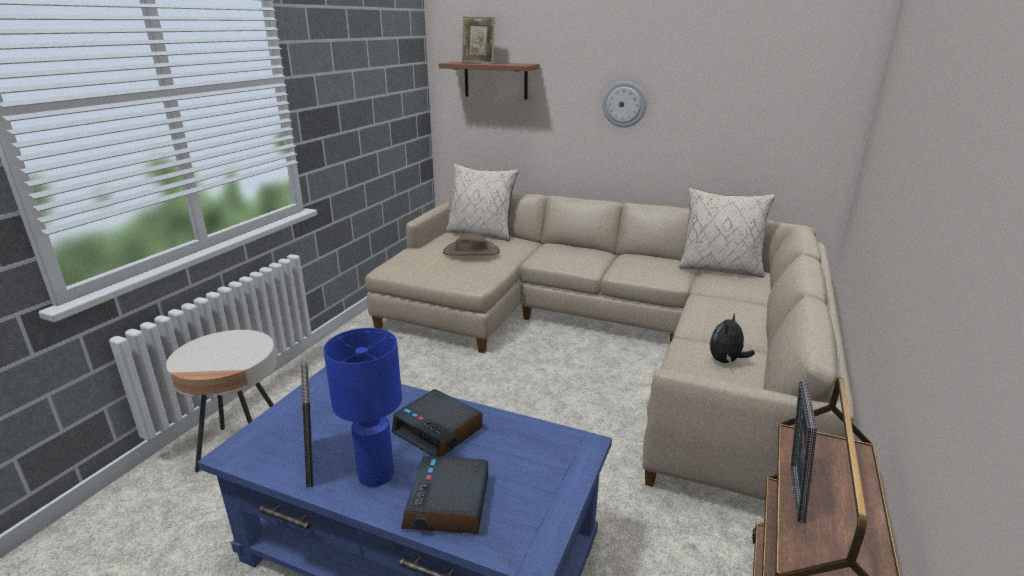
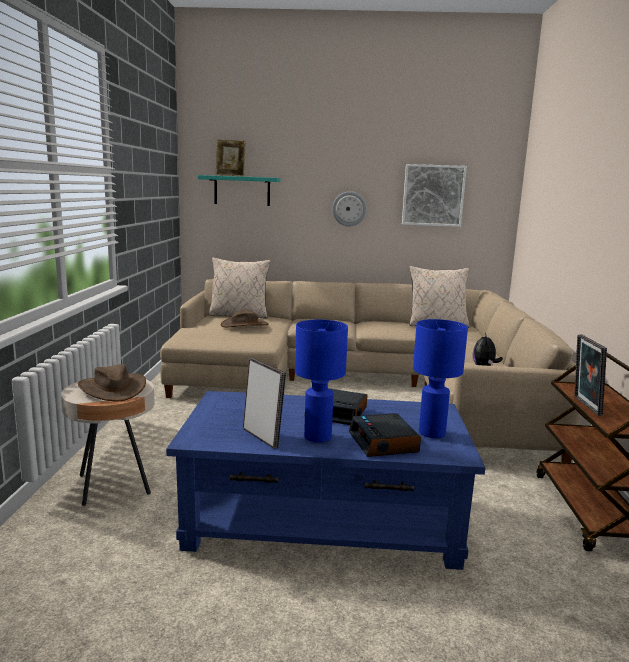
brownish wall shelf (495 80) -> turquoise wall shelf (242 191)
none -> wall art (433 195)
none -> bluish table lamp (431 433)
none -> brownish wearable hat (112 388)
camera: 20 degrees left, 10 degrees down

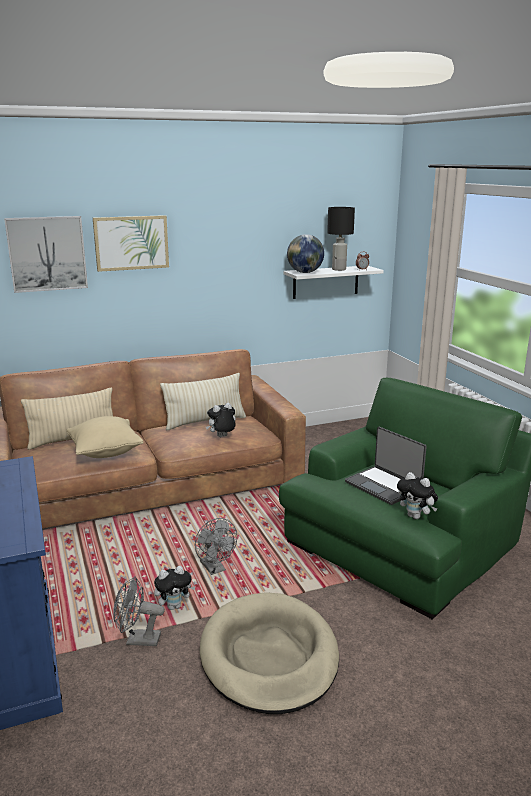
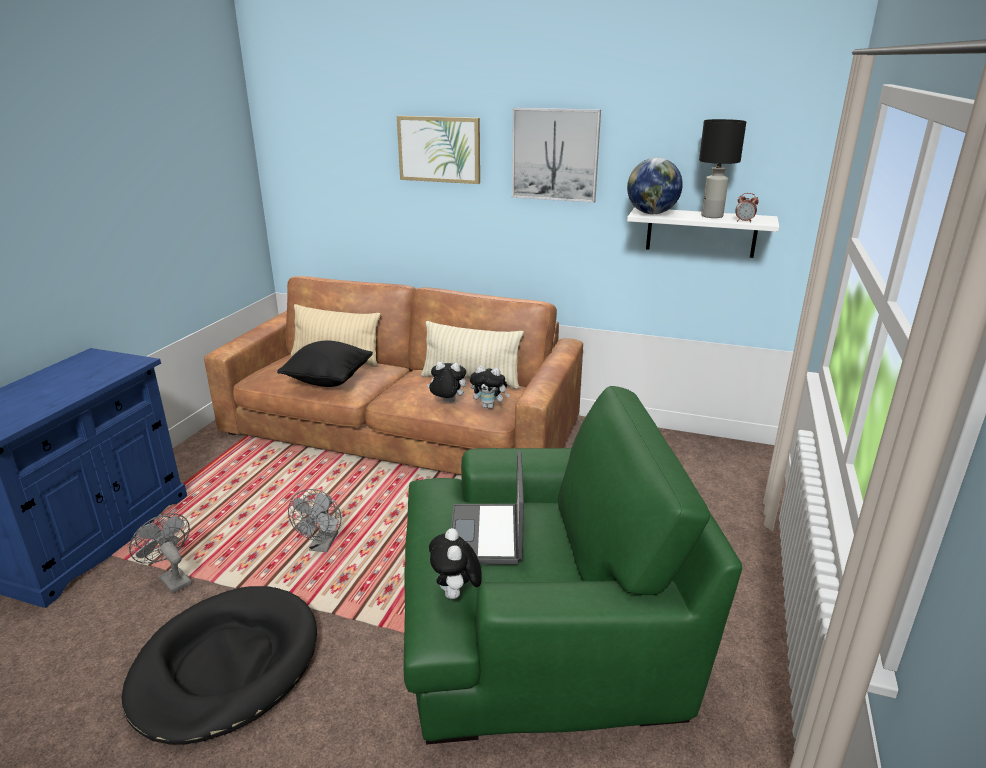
wall art (47 253) -> wall art (555 155), shifted
beige cushion (105 452) -> blackish cushion (328 380)
plush toy (174 606) -> plush toy (489 406), shifted
beige dog bed (269 656) -> blackish dog bed (226 666)
camera: 40 degrees right, 5 degrees up

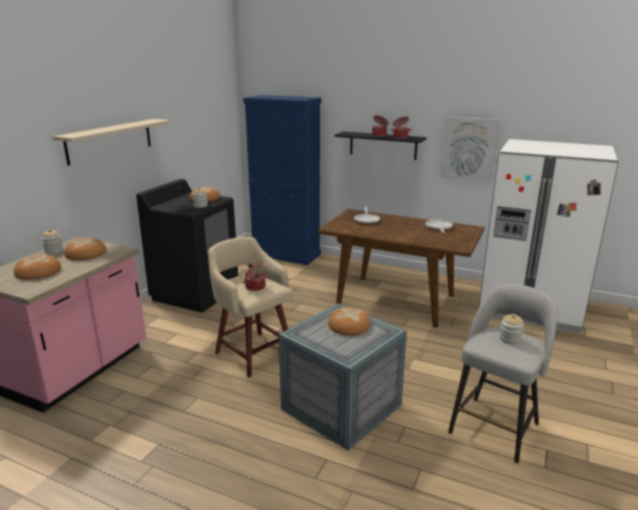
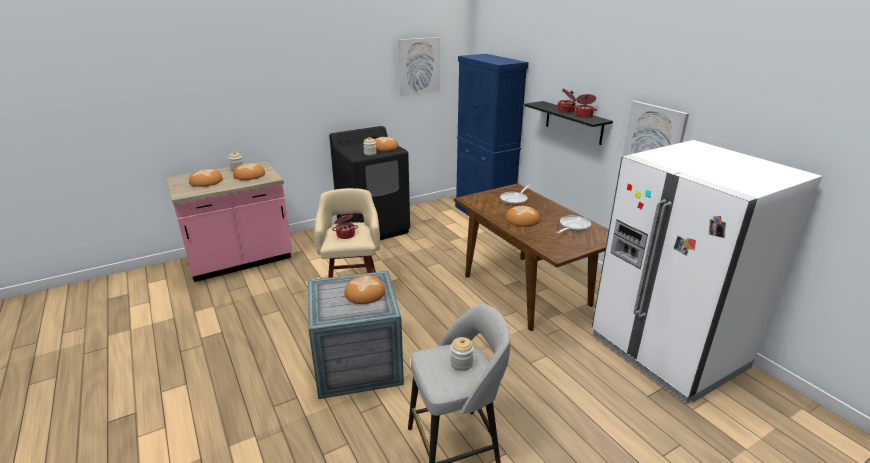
beige wall shelf (110 140) -> none
none -> wall art (419 66)
none -> bakery bread (522 220)
camera: 35 degrees right, 5 degrees up

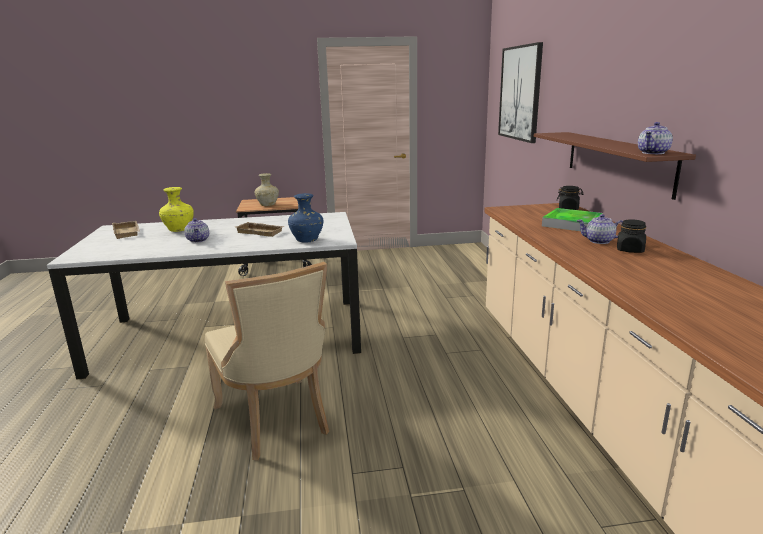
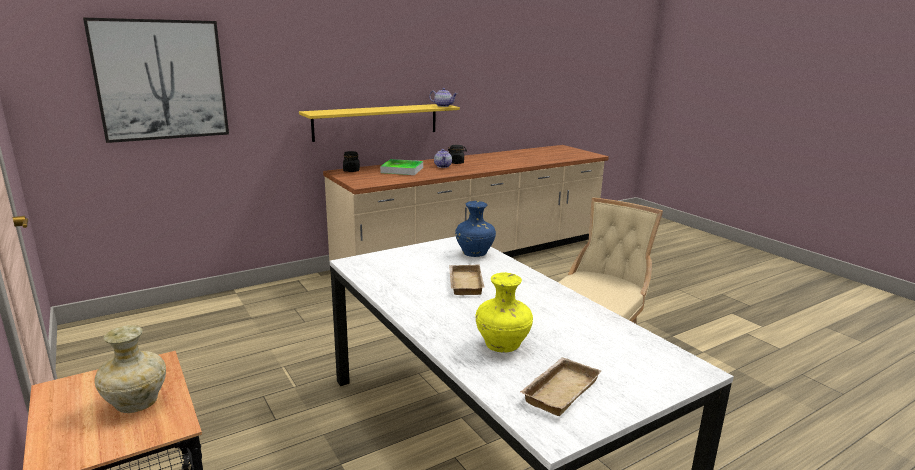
brownish wall shelf (617 161) -> yellowish wall shelf (376 122)
pot for tea (198 240) -> none
camera: 115 degrees left, 0 degrees up

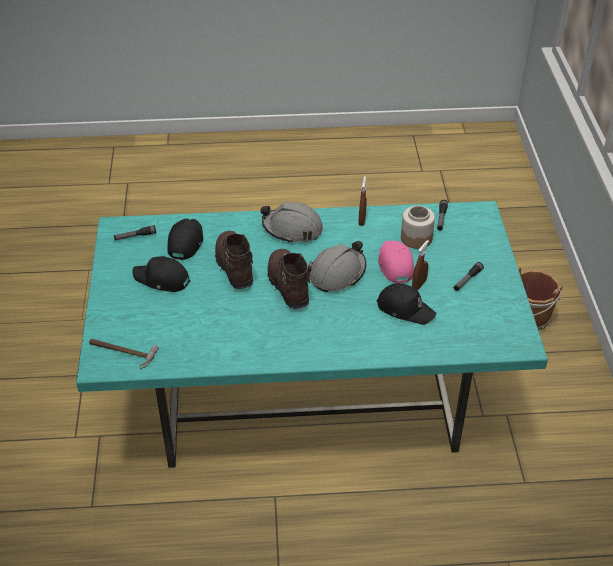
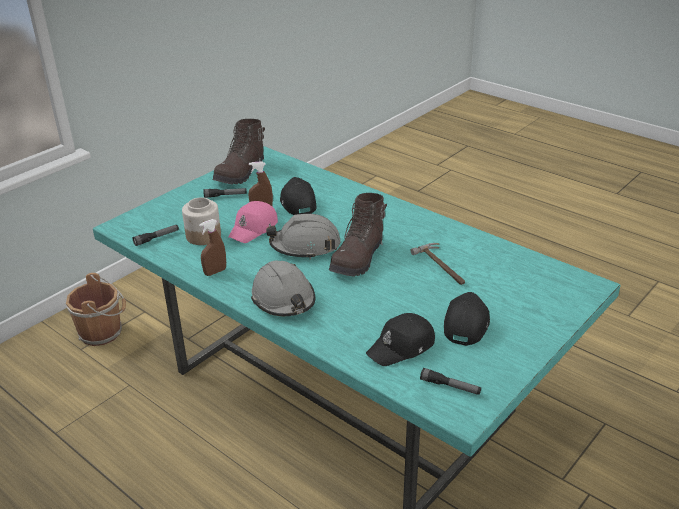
brownish high-top boot (233 267) -> brownish high-top boot (241 173), shifted
blackish cap (162 279) -> blackish cap (465 323), 135 degrees counterclockwise
hand hammer (121 352) -> hand hammer (442 266), shifted
camera: 135 degrees left, 10 degrees down

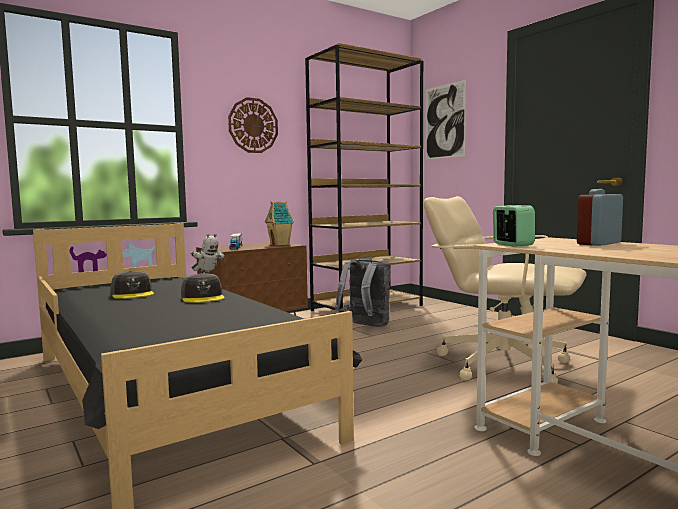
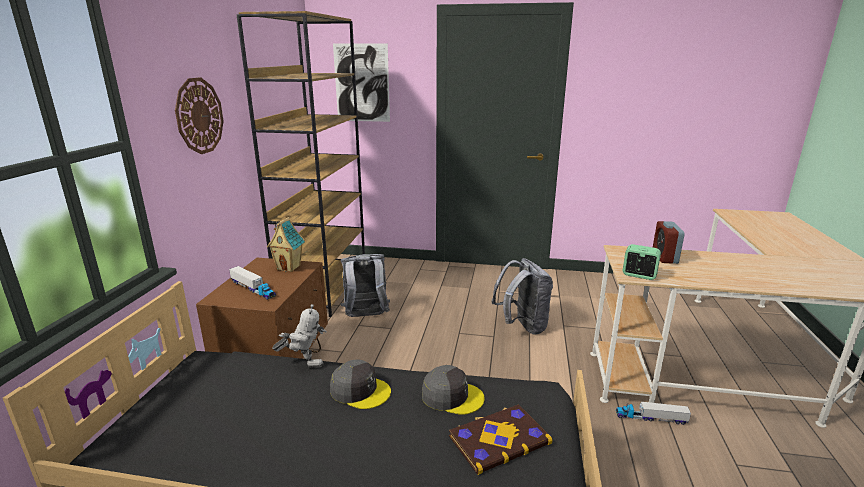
beige desk chair (501 364) -> gray backpack (522 326)
gray cap (132 294) -> gray cap (452 396), shifted
none -> toy lorry (651 418)
none -> volume (498 439)
camera: 45 degrees left, 15 degrees up

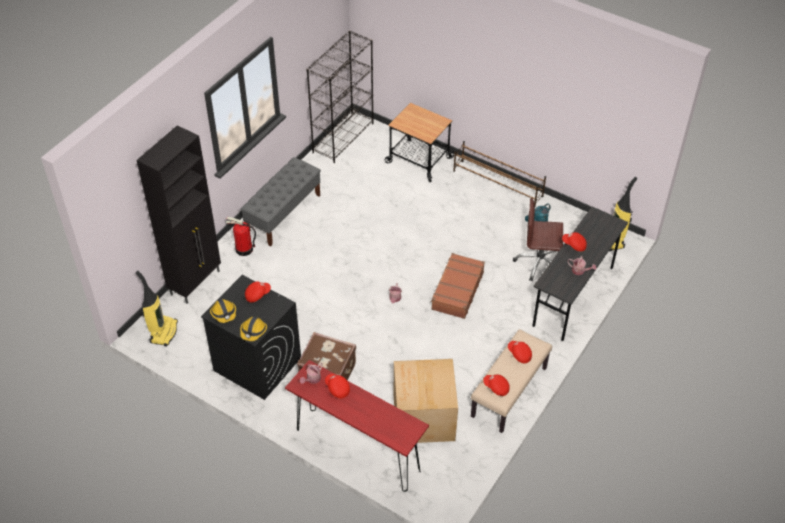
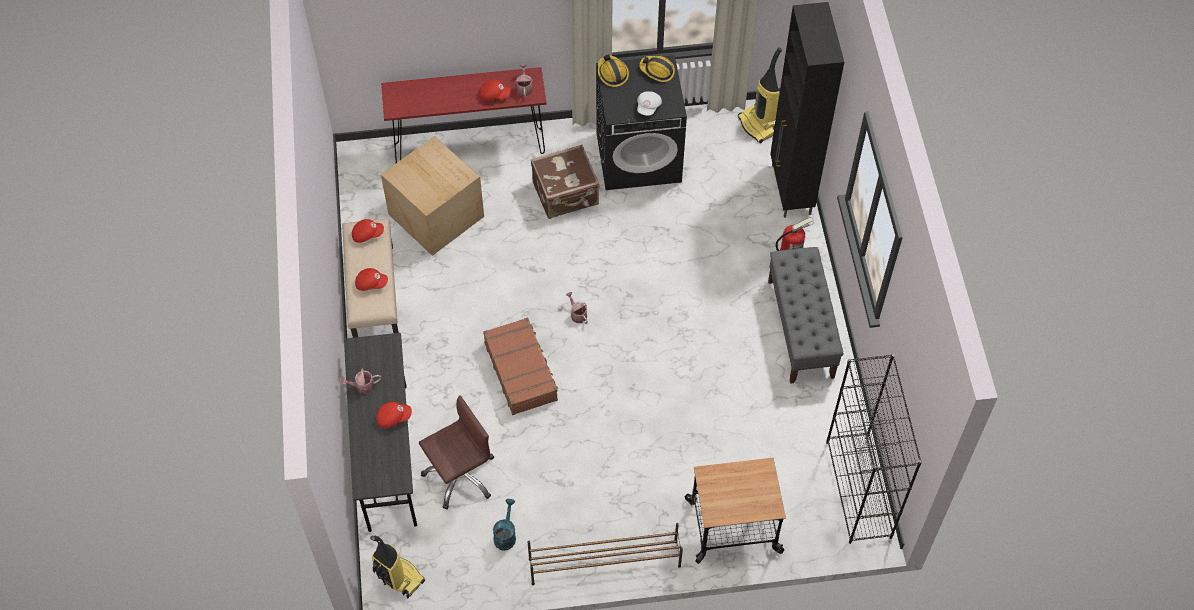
reddish cap (257 294) -> white-coloured cap (648 107)
camera: 140 degrees right, 10 degrees up

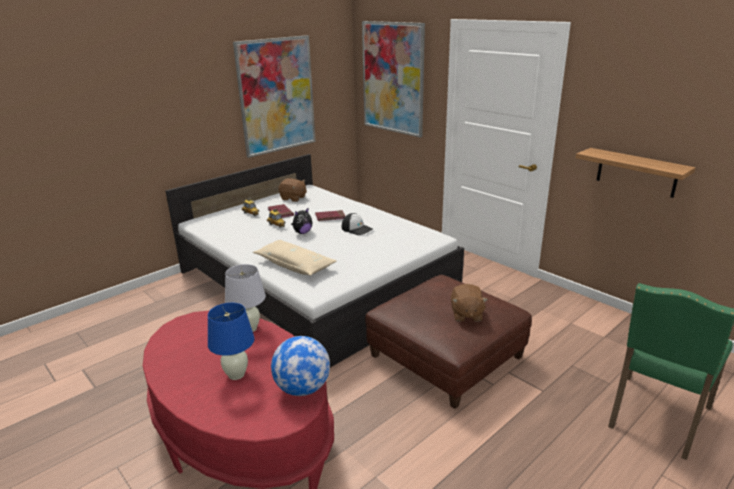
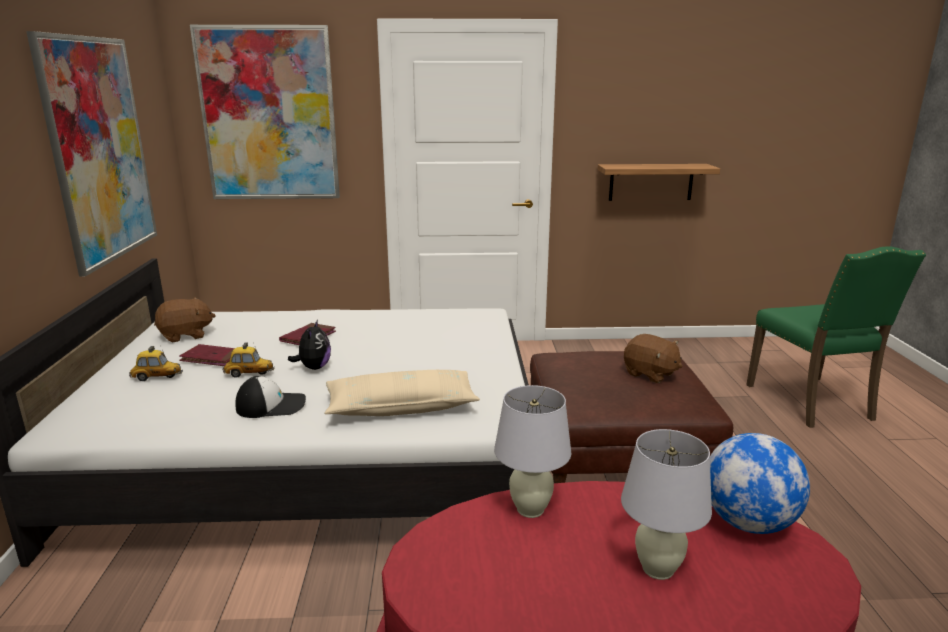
cap (357 229) -> cap (271 405), shifted
bluish table lamp (236 374) -> white-coloured table lamp (657 568)
camera: 50 degrees left, 5 degrees down

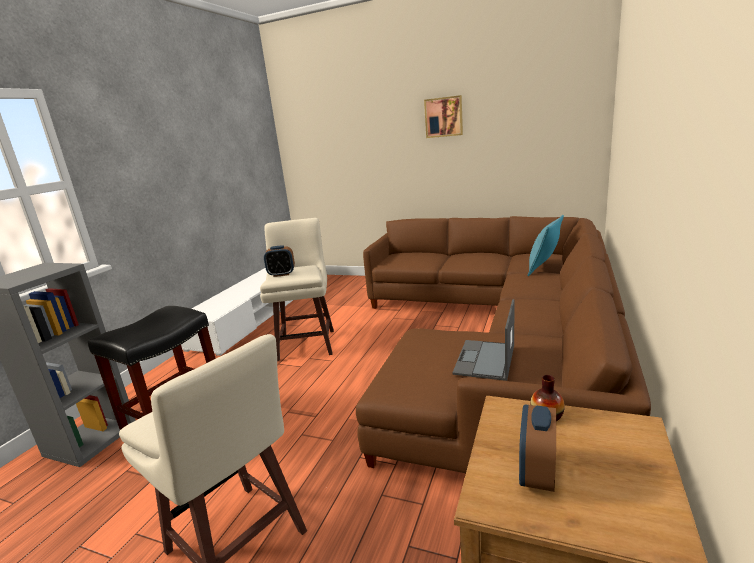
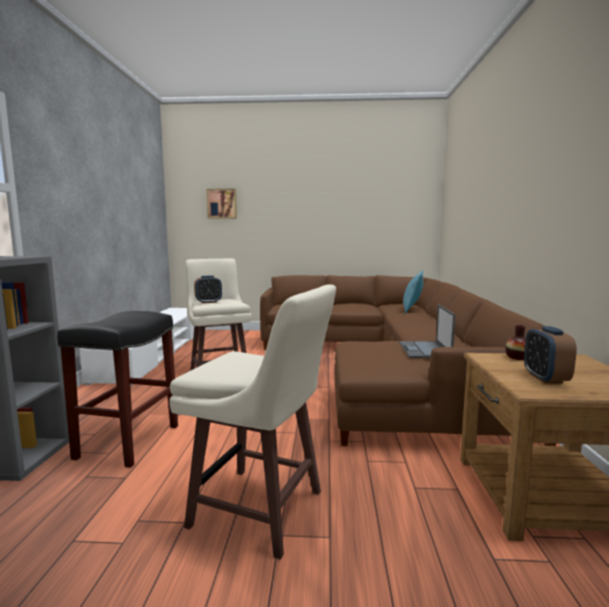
wall art (444 117) -> wall art (222 204), shifted
camera: 20 degrees left, 10 degrees down

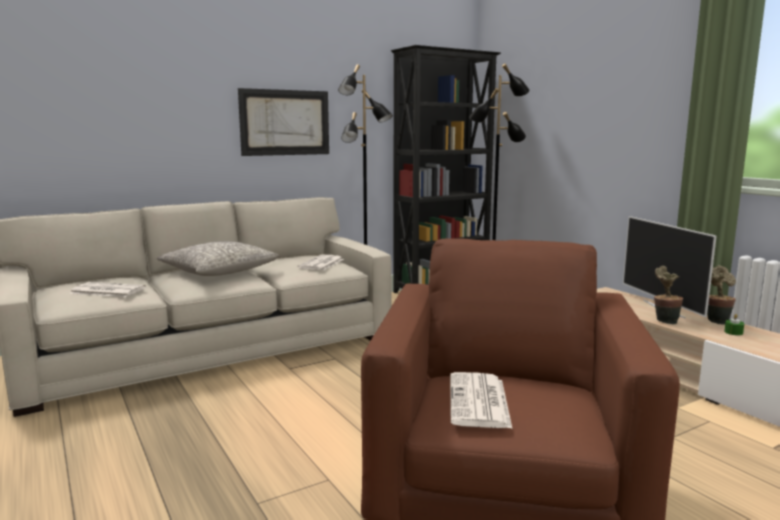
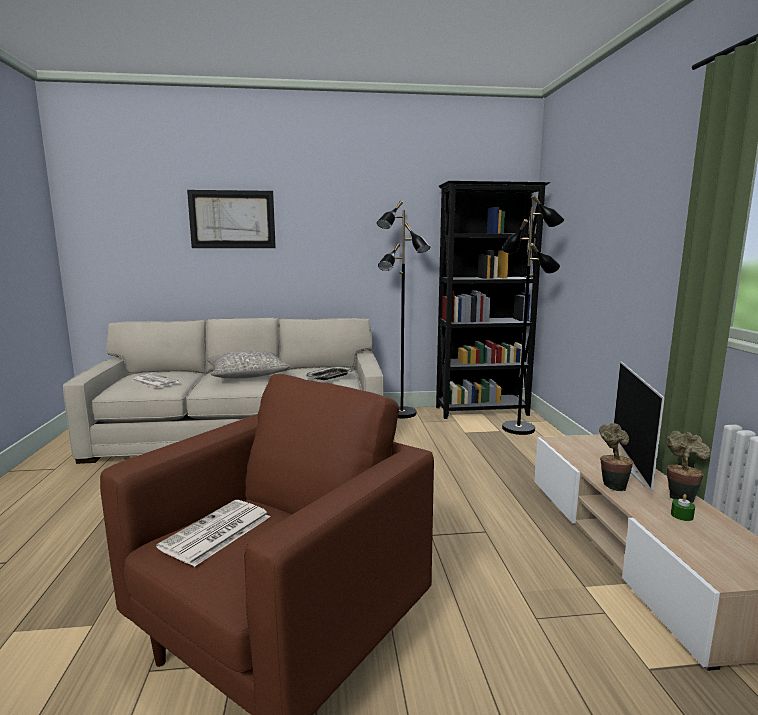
wall art (285 122) -> wall art (232 219), shifted
newspaper (321 264) -> serving tray (330 377)
camera: 25 degrees right, 0 degrees up

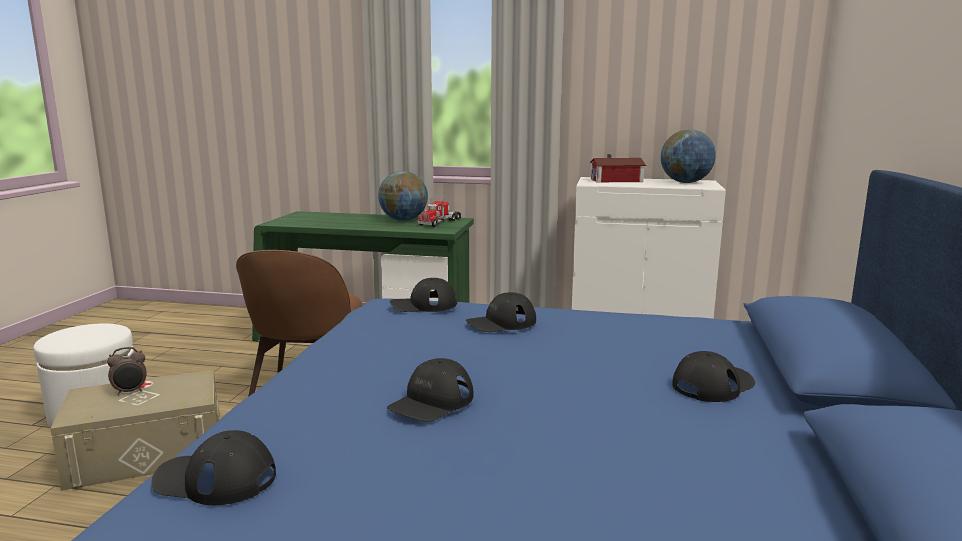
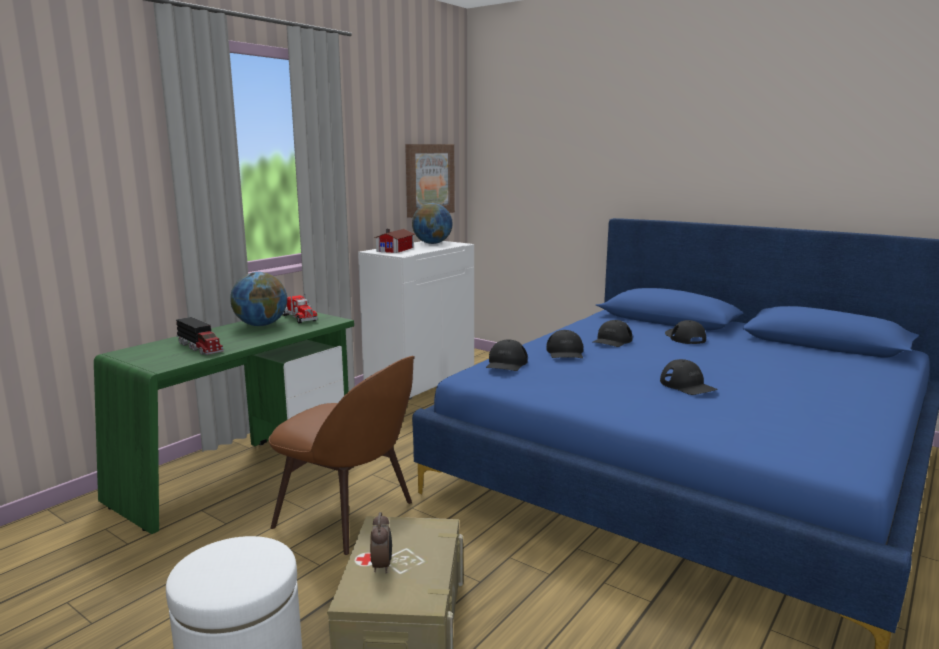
blackish cap (215 479) -> blackish cap (612 341), shifted
none -> wall art (429 179)
none -> toy lorry (200 347)
camera: 65 degrees left, 0 degrees up

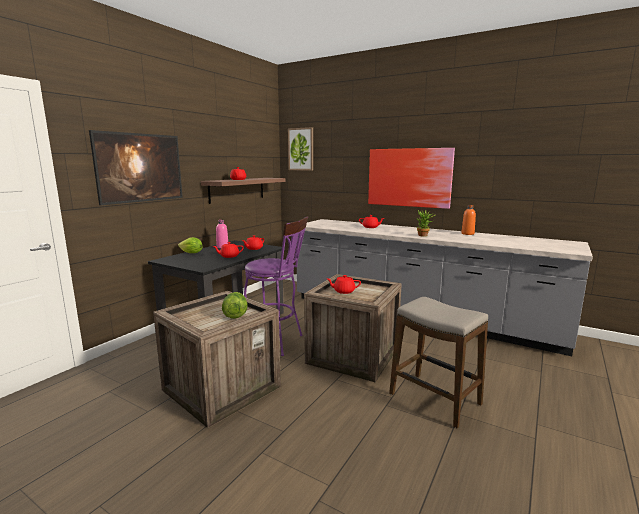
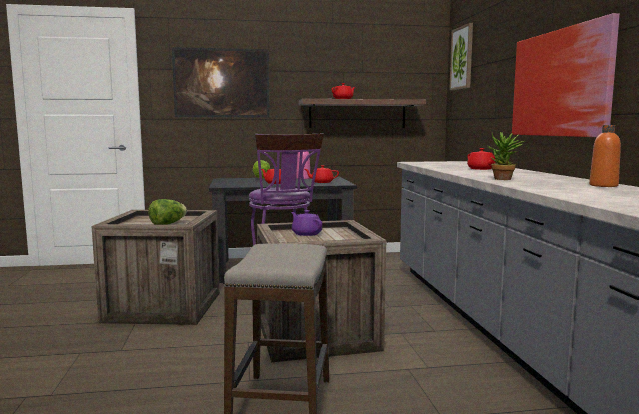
reddish pot for tea (343 291) -> purple pot for tea (306 233)
camera: 50 degrees right, 5 degrees down

